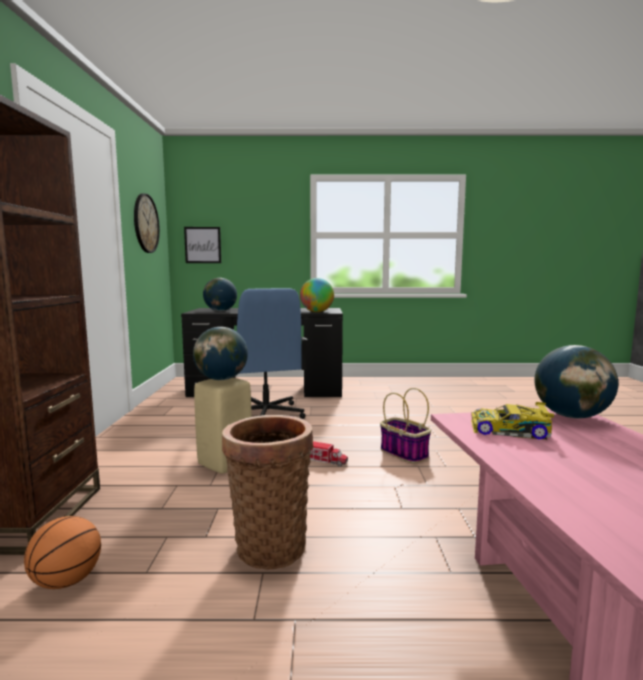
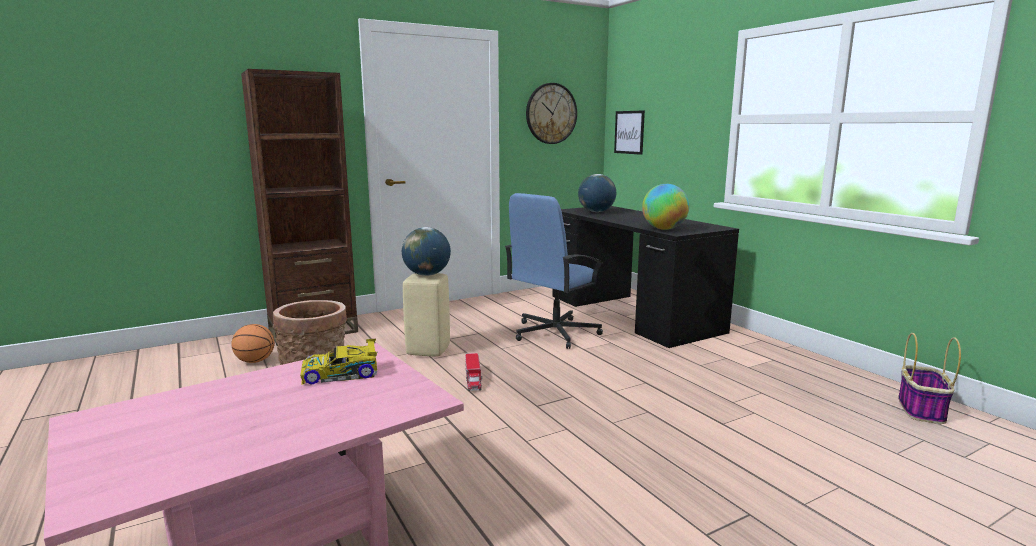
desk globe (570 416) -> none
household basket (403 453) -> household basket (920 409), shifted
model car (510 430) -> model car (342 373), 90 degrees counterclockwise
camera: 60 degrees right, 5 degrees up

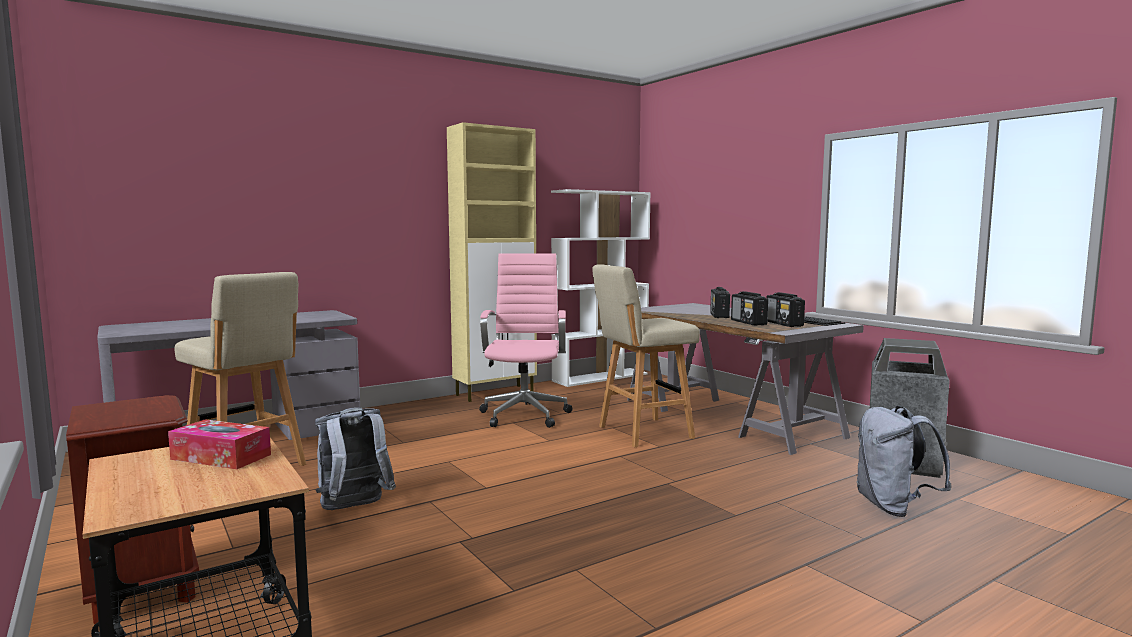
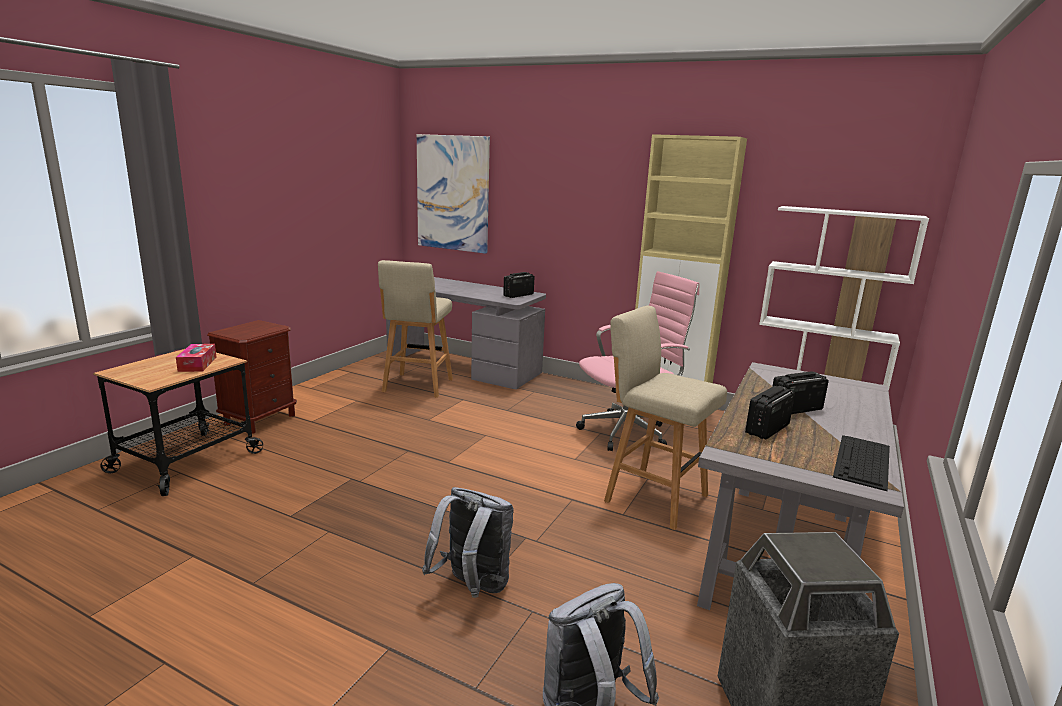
radio (784 324) -> radio (518 295), shifted
gray backpack (354 508) -> gray backpack (472 587), shifted
none -> wall art (453 193)
camera: 60 degrees right, 10 degrees up

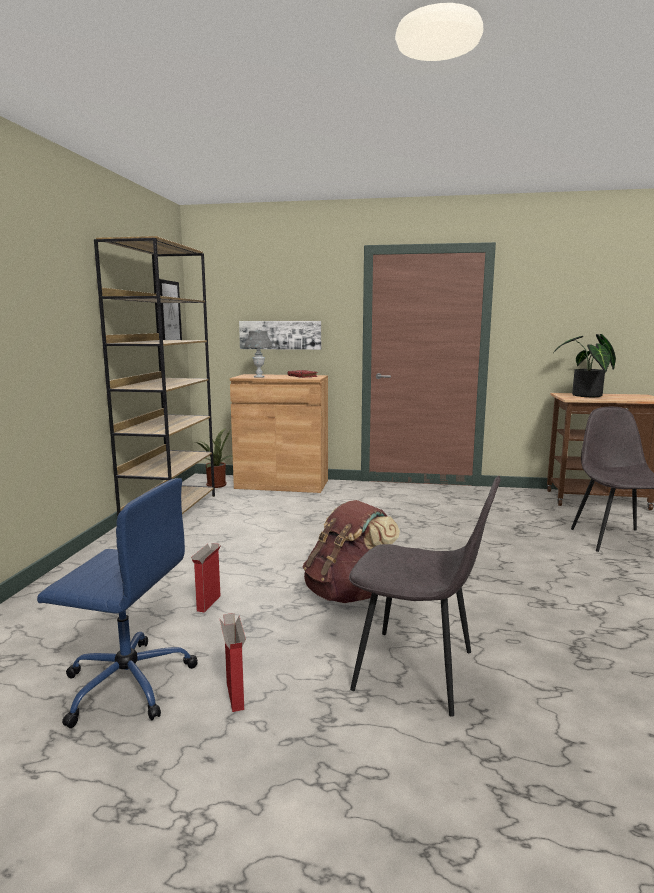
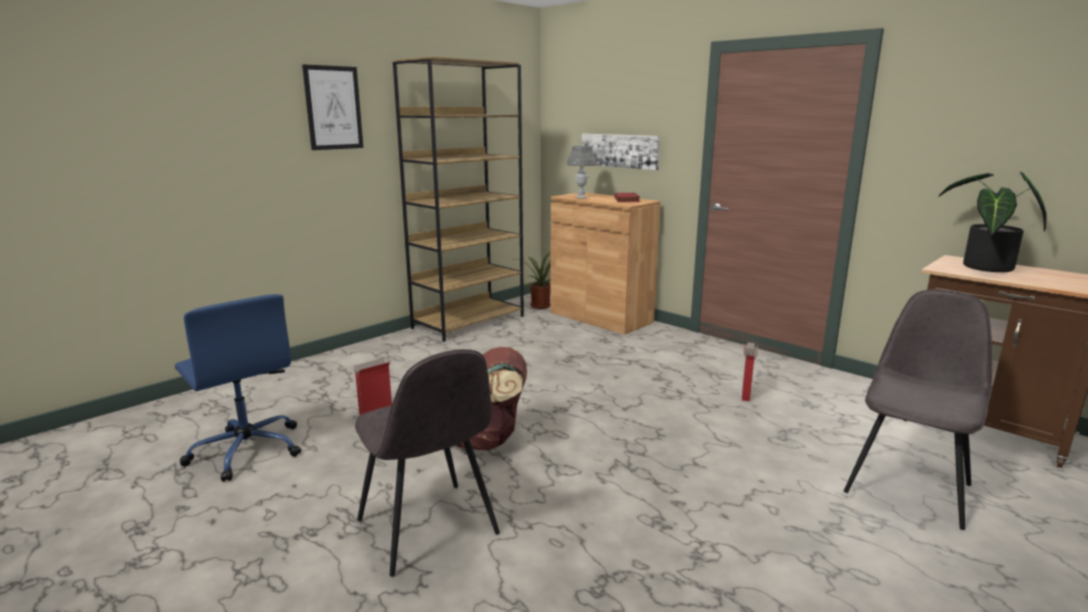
wall art (170 312) -> wall art (333 108), shifted
carton (234 695) -> carton (745 394), shifted
camera: 35 degrees right, 5 degrees up

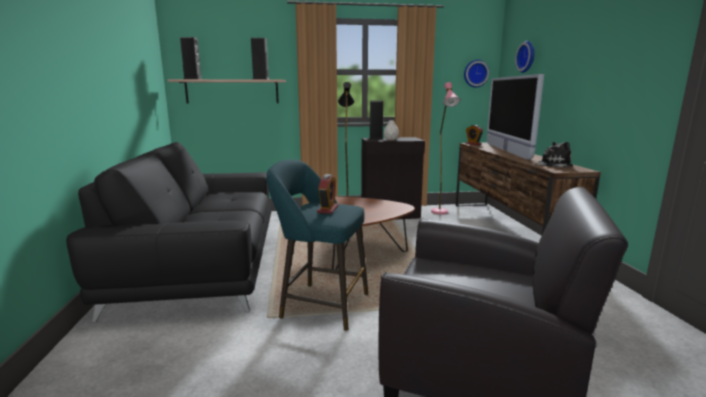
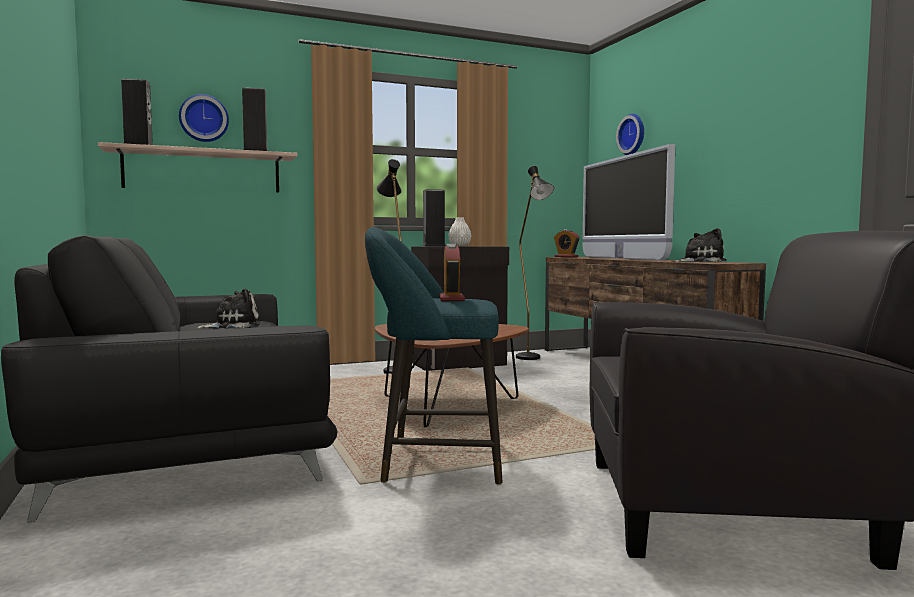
wall clock (475 73) -> wall clock (204 118), shifted
pink-coloured standard lamp (441 214) -> blackish standard lamp (532 359)
none -> plush toy (233 325)
camera: 15 degrees left, 10 degrees down

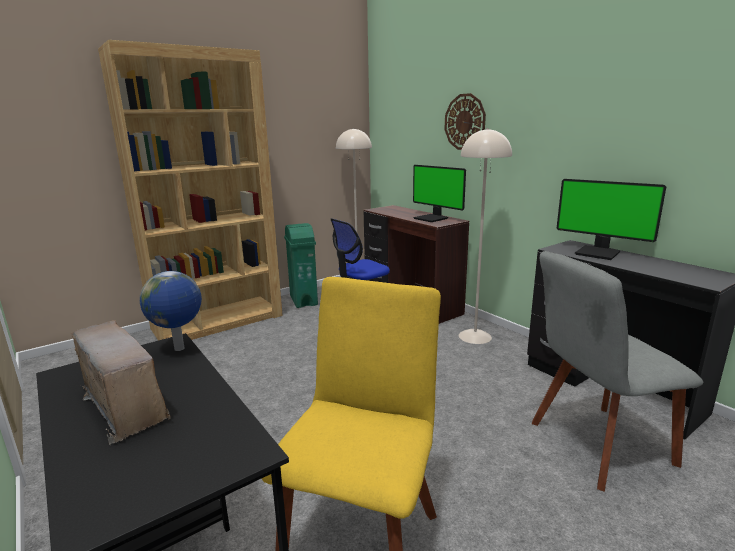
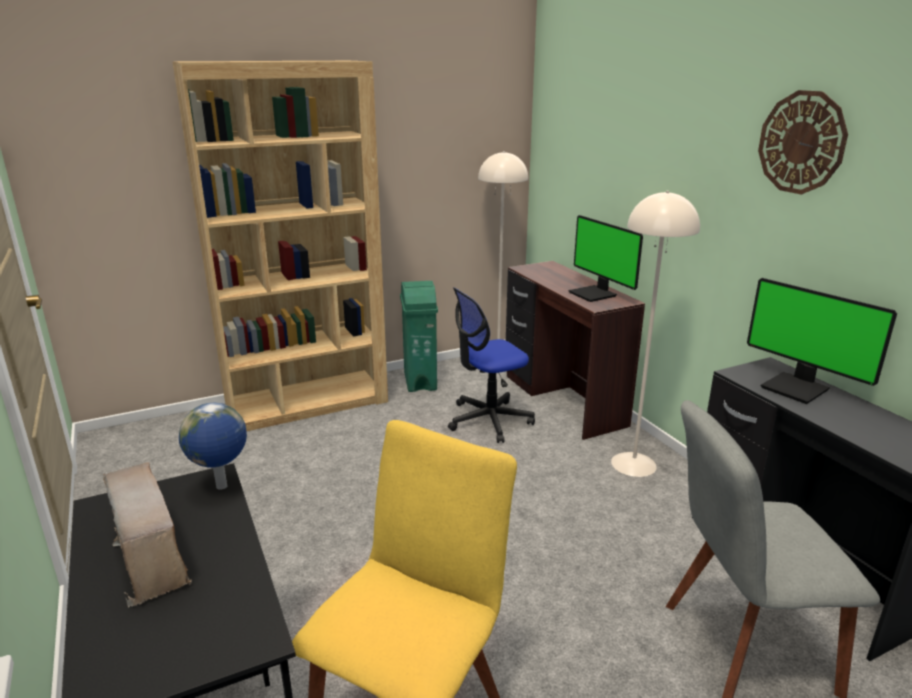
wall clock (464 122) -> wall clock (801 142), shifted
camera: 10 degrees right, 5 degrees up

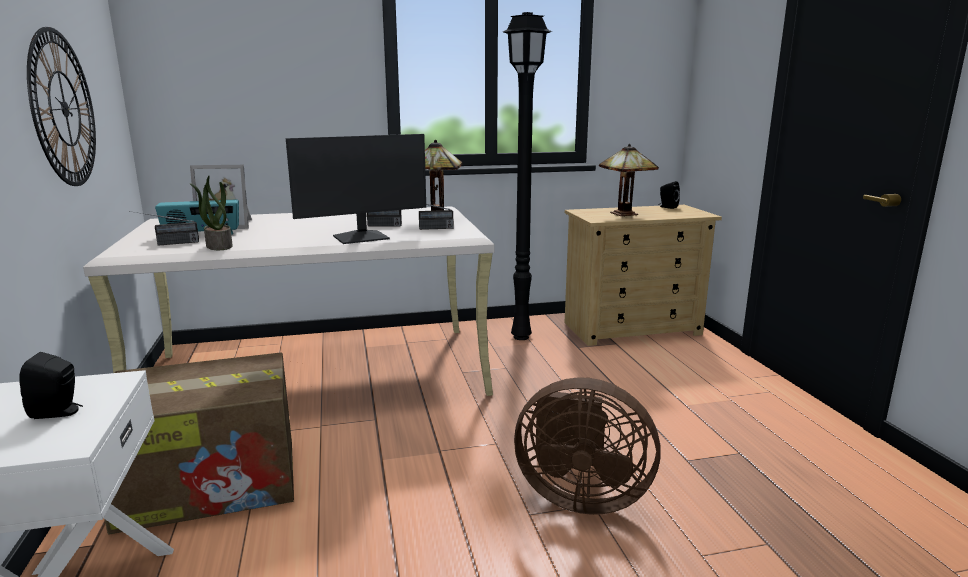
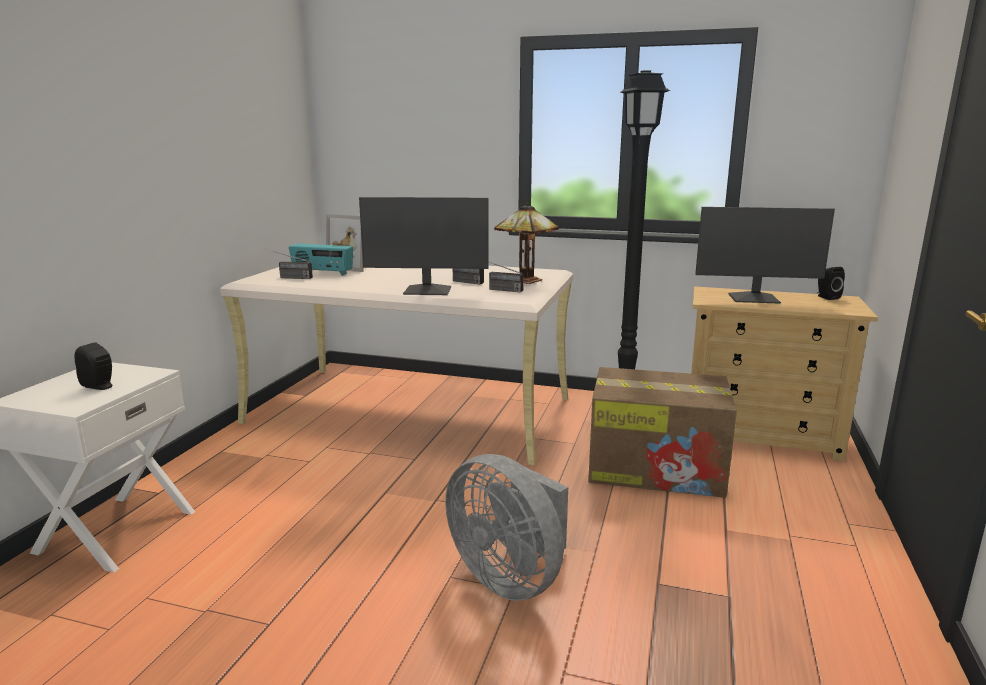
wall clock (64 109) -> none
table lamp (625 213) -> computer screen (754 299)
potted plant (218 246) -> none
carton (213 483) -> carton (657 468), shifted
brownish electric fan (579 496) -> gray electric fan (510 577)
camera: 30 degrees right, 0 degrees up

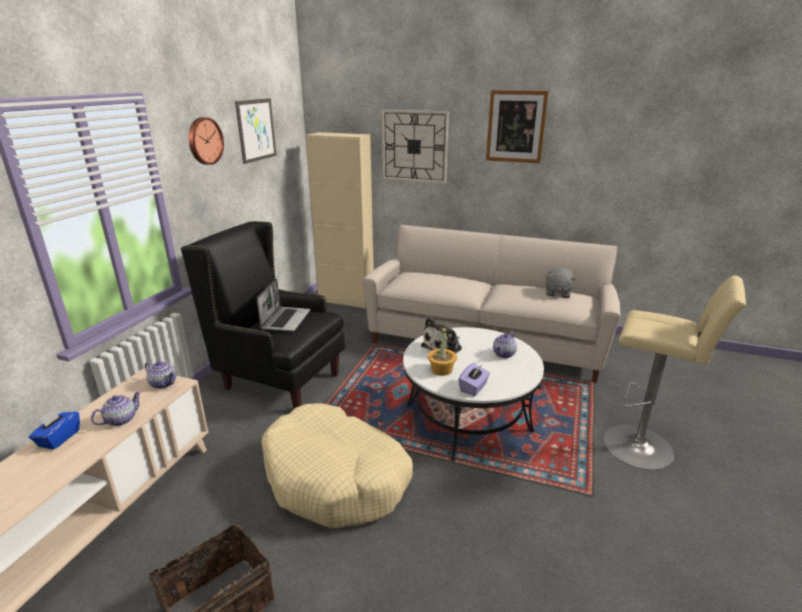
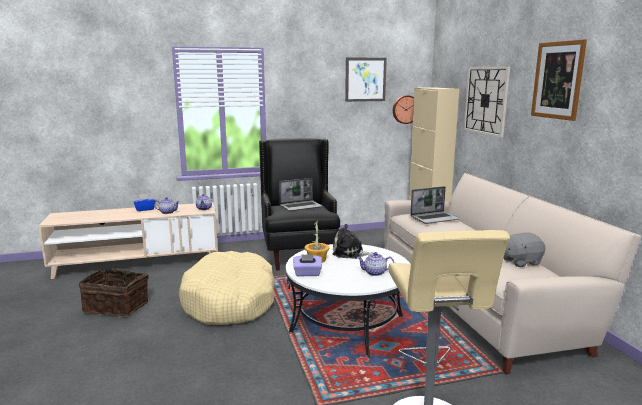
wall clock (204 141) -> wall clock (405 109), shifted
none -> portable computer (434 218)
camera: 55 degrees right, 10 degrees down

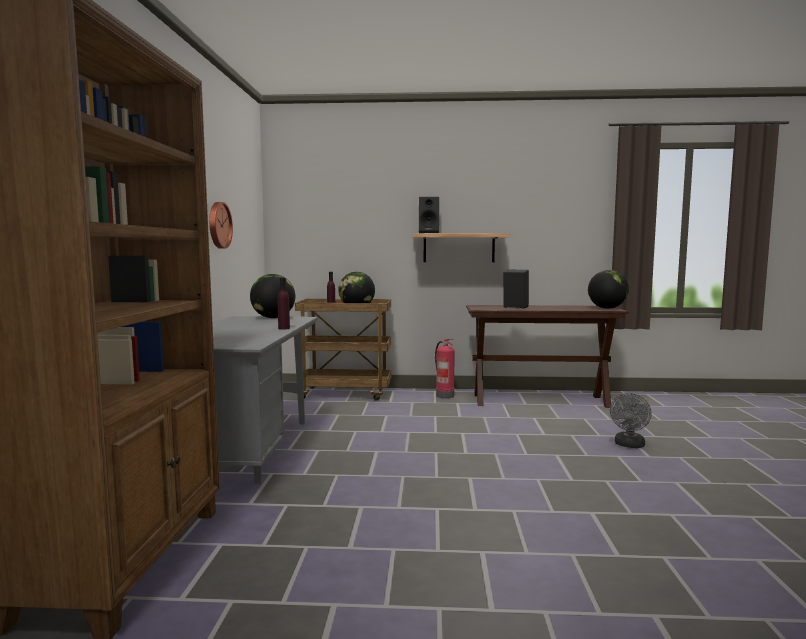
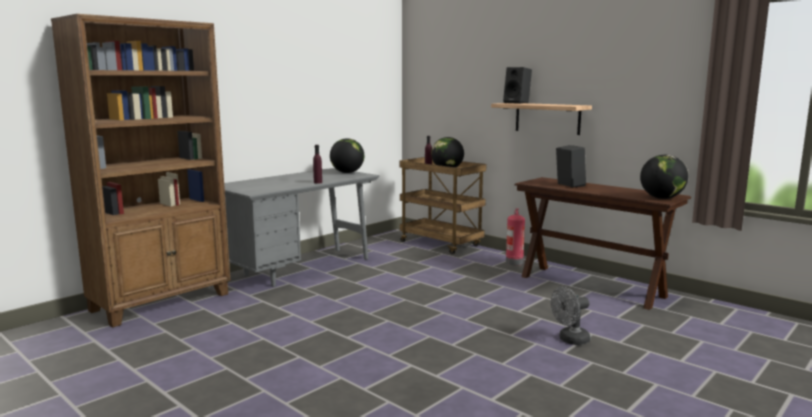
wall clock (218 225) -> none
camera: 40 degrees right, 5 degrees up

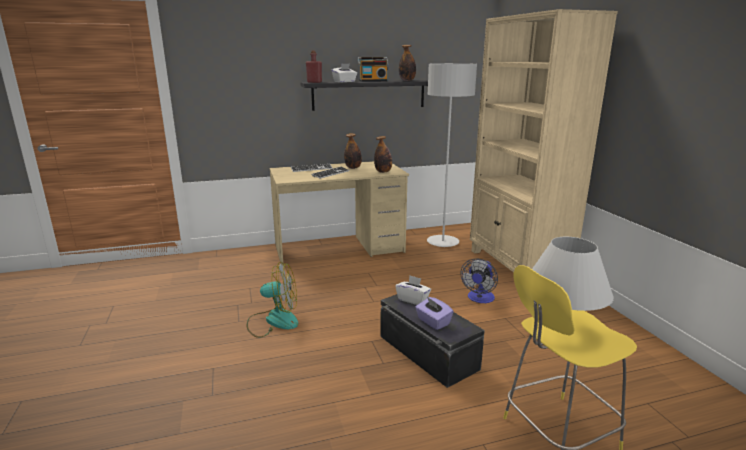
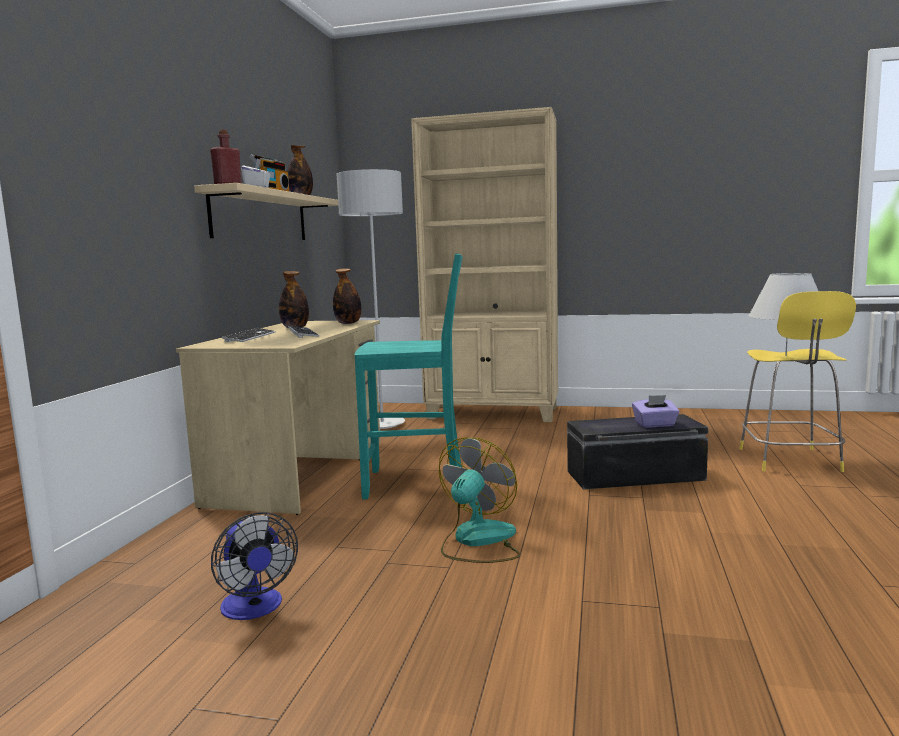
blackish wall shelf (369 95) -> beige wall shelf (261 217)
electric fan (479 299) -> electric fan (255 609), shifted
white-coloured tissue box (413 299) -> none
none -> turquoise plain chair (417 484)
camera: 60 degrees left, 10 degrees down

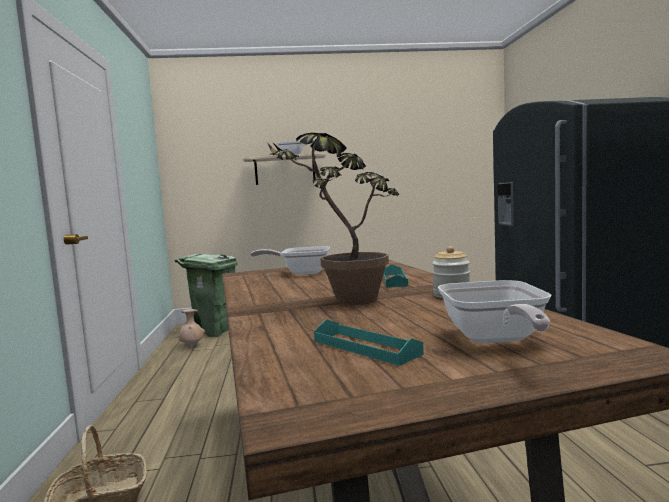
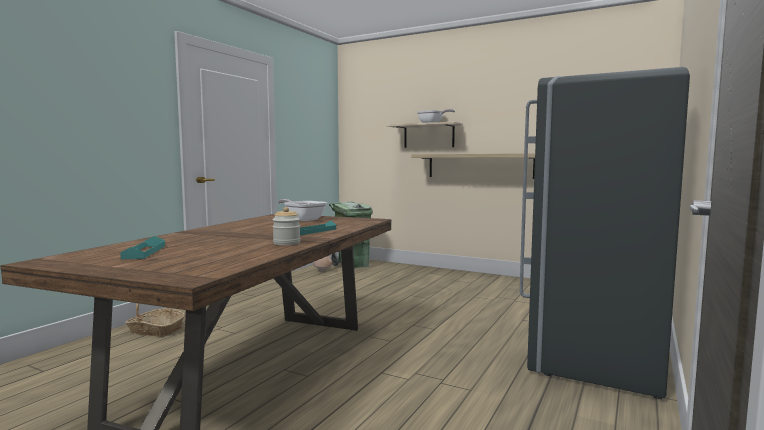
potted plant (342 299) -> none
pan (494 340) -> none
none -> wall shelf (479 166)
camera: 35 degrees right, 0 degrees up

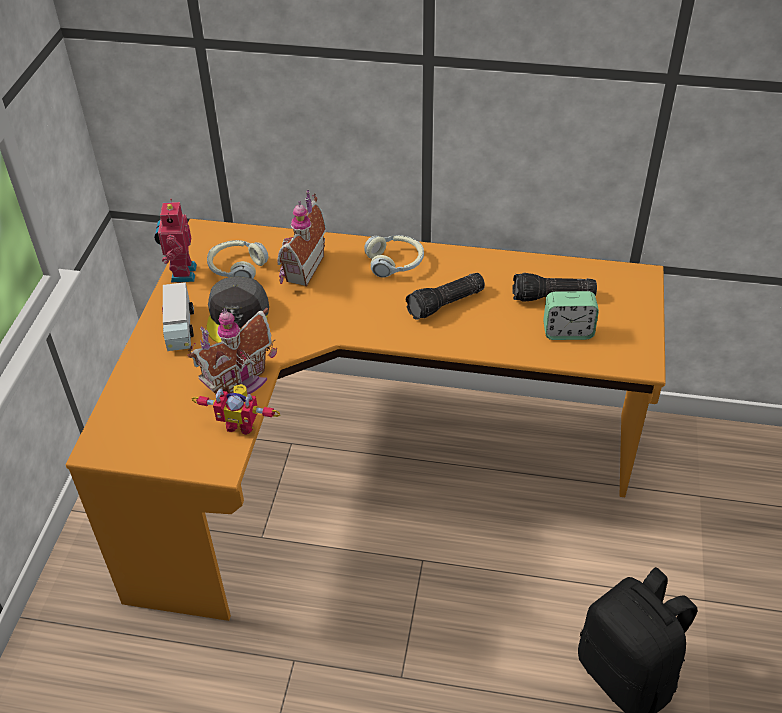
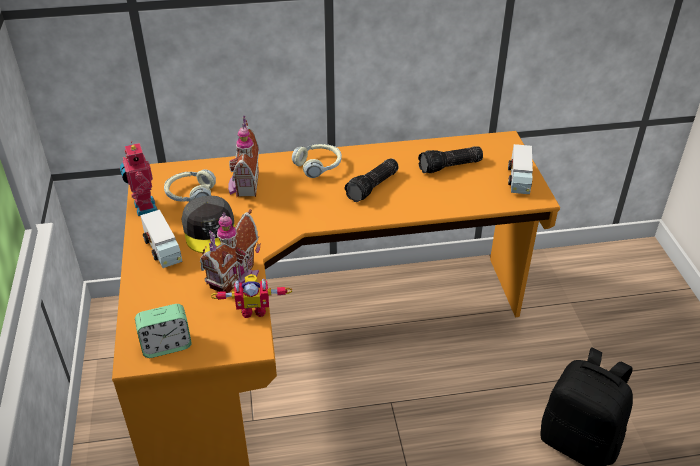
alarm clock (567 332) -> alarm clock (166 345), shifted
none -> toy lorry (519 180)
camera: 20 degrees left, 5 degrees down

